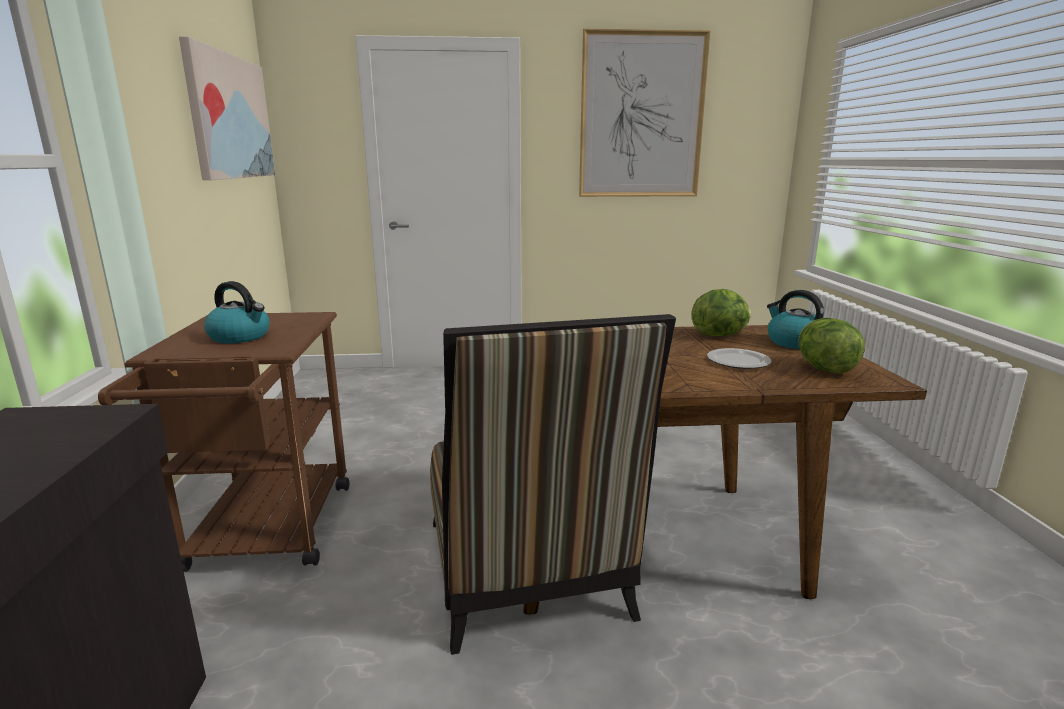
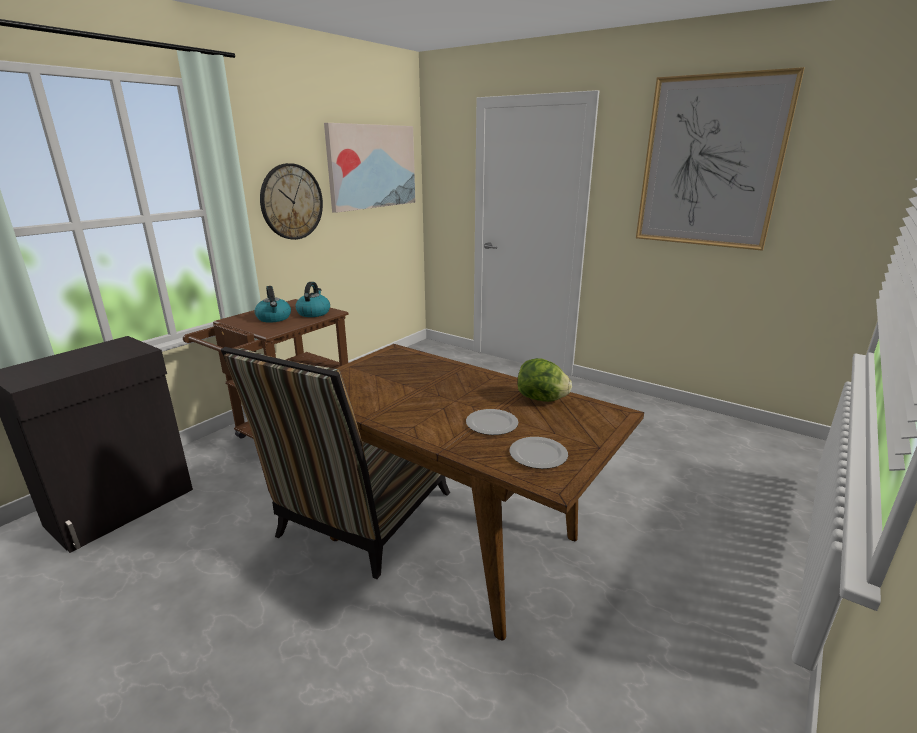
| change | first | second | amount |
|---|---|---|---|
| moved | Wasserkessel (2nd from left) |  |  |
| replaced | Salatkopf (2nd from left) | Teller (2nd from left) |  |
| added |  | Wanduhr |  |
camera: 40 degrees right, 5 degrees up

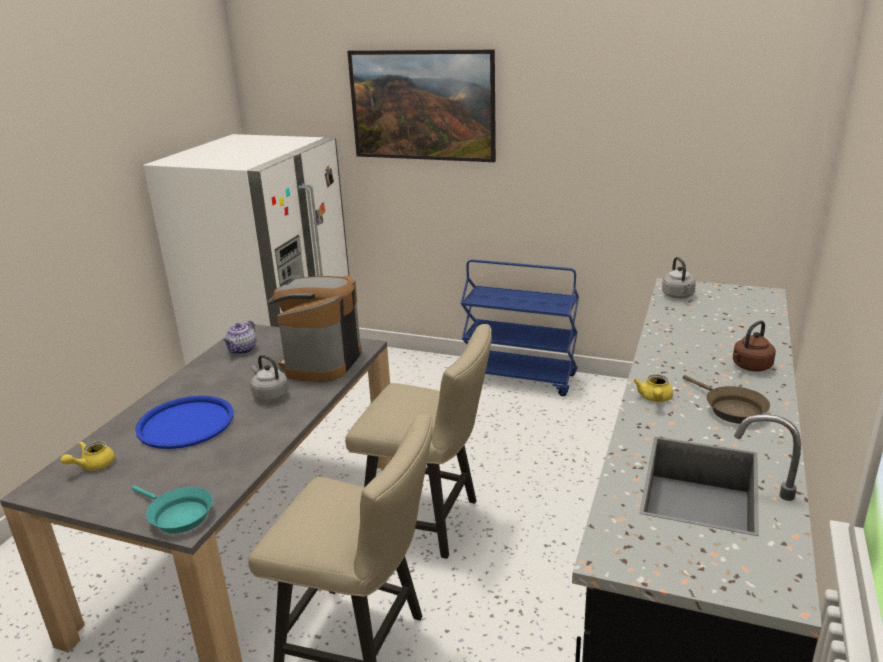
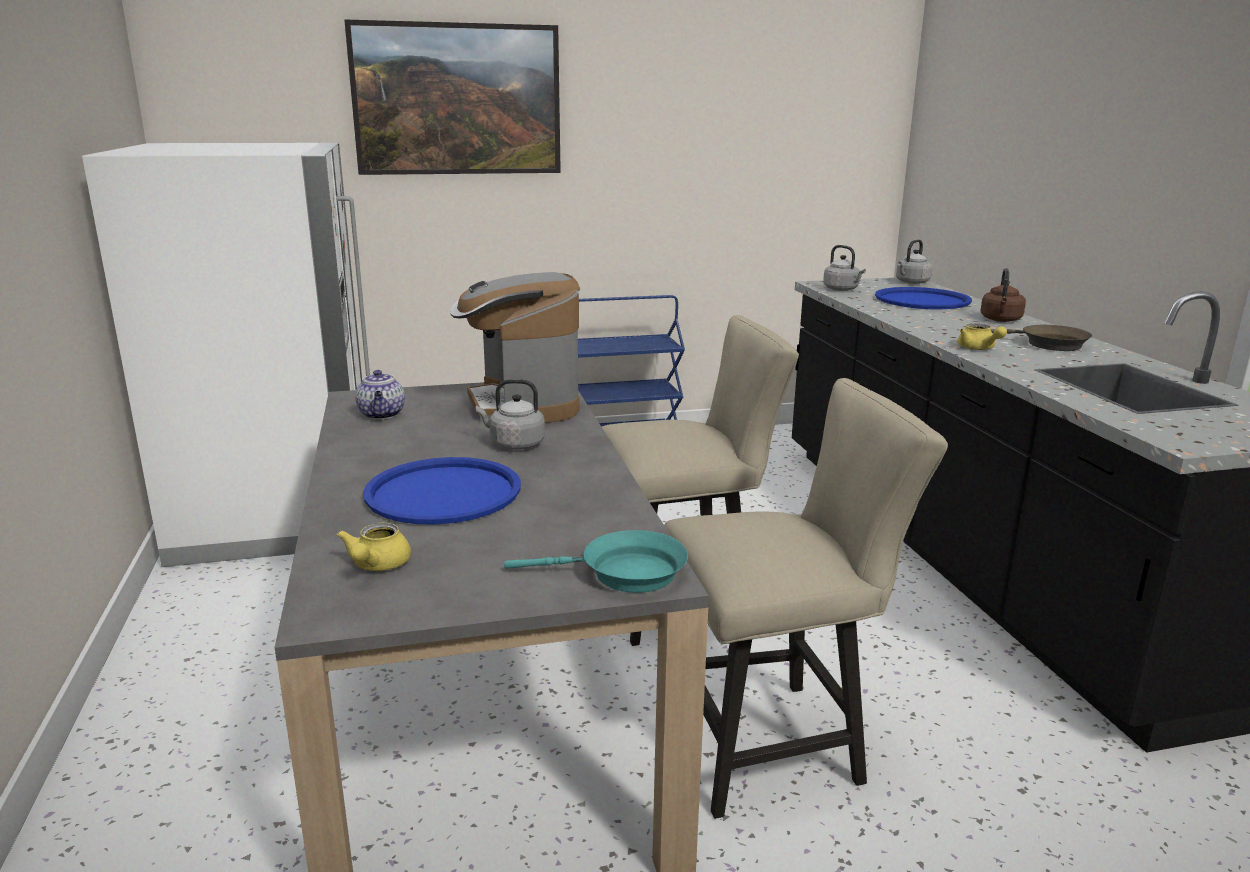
| change | first | second | amount |
|---|---|---|---|
| added |  | Wasserkessel/grau (3rd from left) |  |
| added |  | Tablett/blau (2nd from left) |  |
camera: 35 degrees left, 5 degrees down

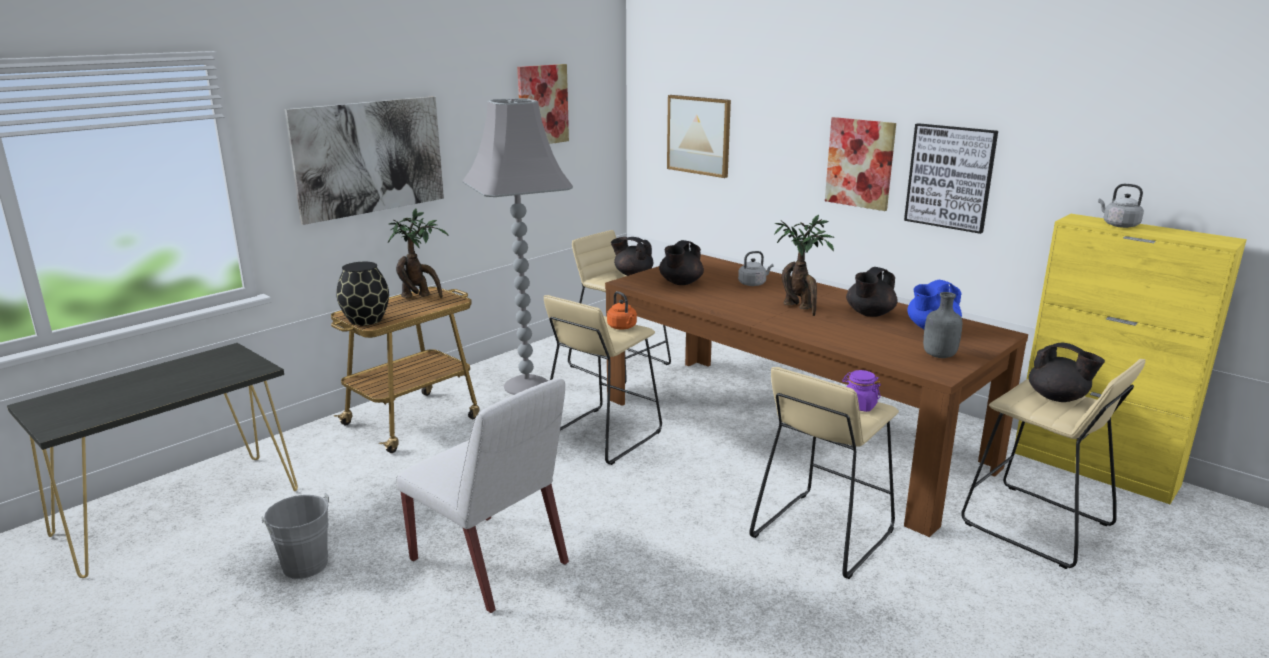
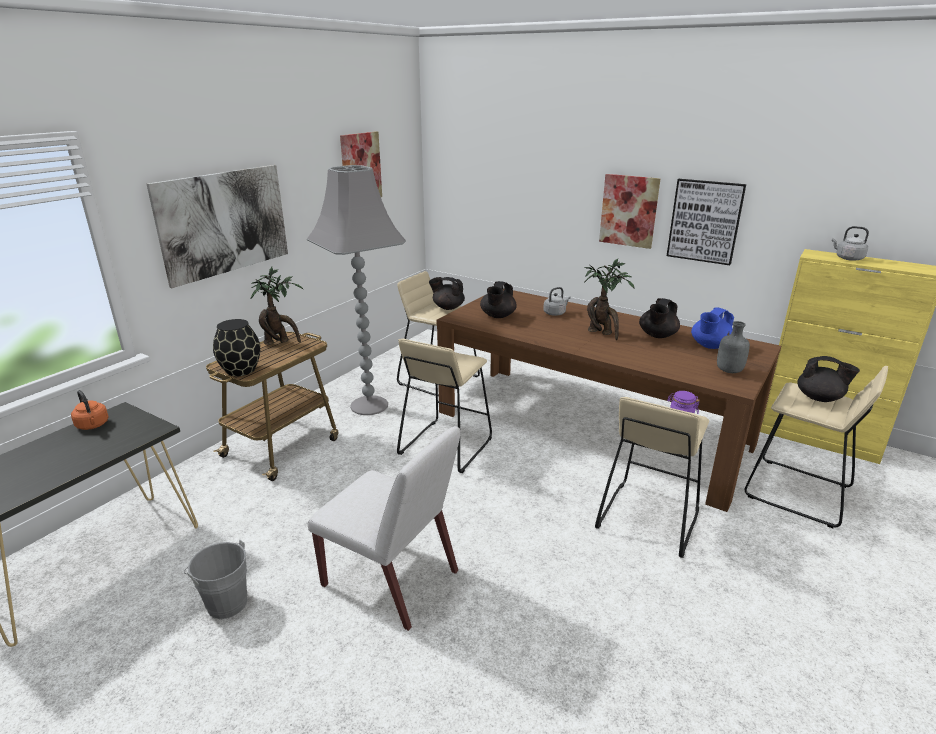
| change | first | second | amount |
|---|---|---|---|
| removed | Bild (3rd from left) |  |  |
| moved | Wasserkessel/orange |  |  |
camera: 10 degrees left, 5 degrees up

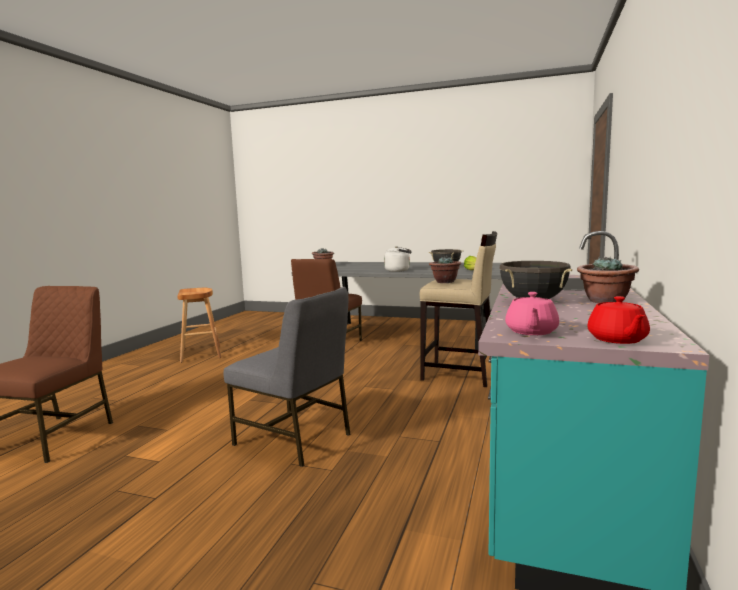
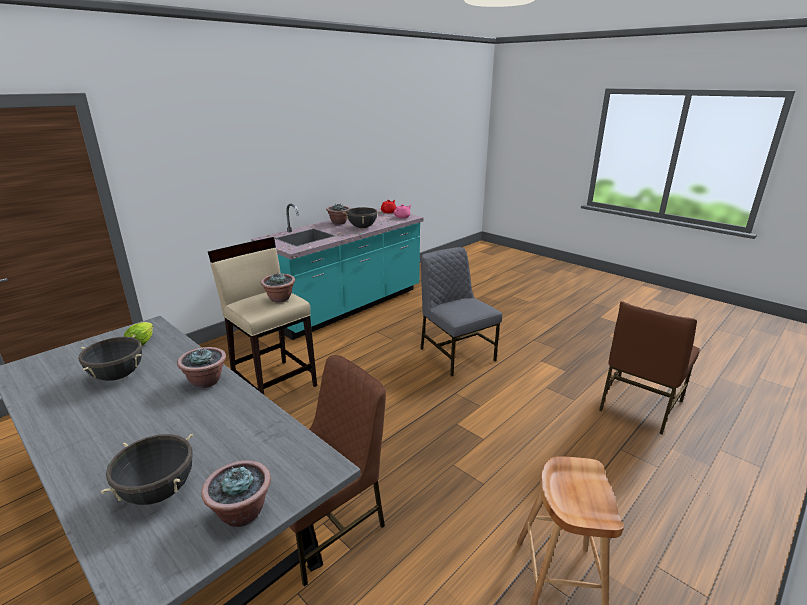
| change | first | second | amount |
|---|---|---|---|
| replaced | Wasserkessel/weiß | Topfpflanze (1st from left) |  |
| added |  | Kochtopf/schwarz (2nd from left) |  |
camera: 155 degrees left, 15 degrees up

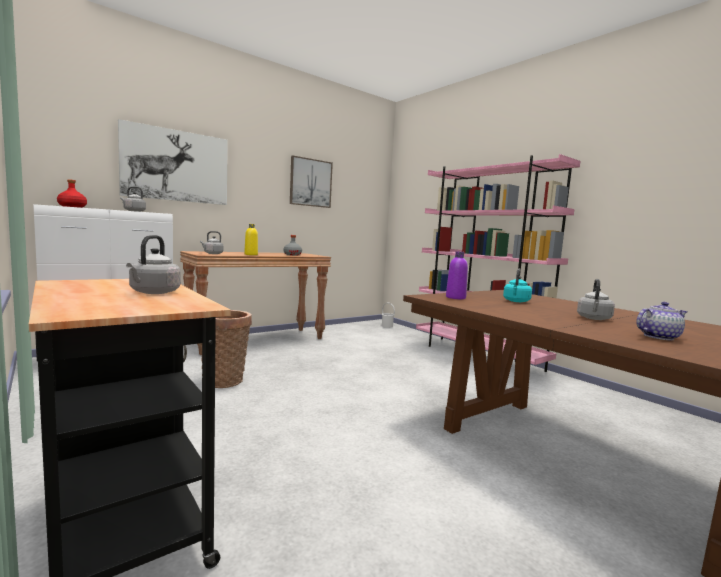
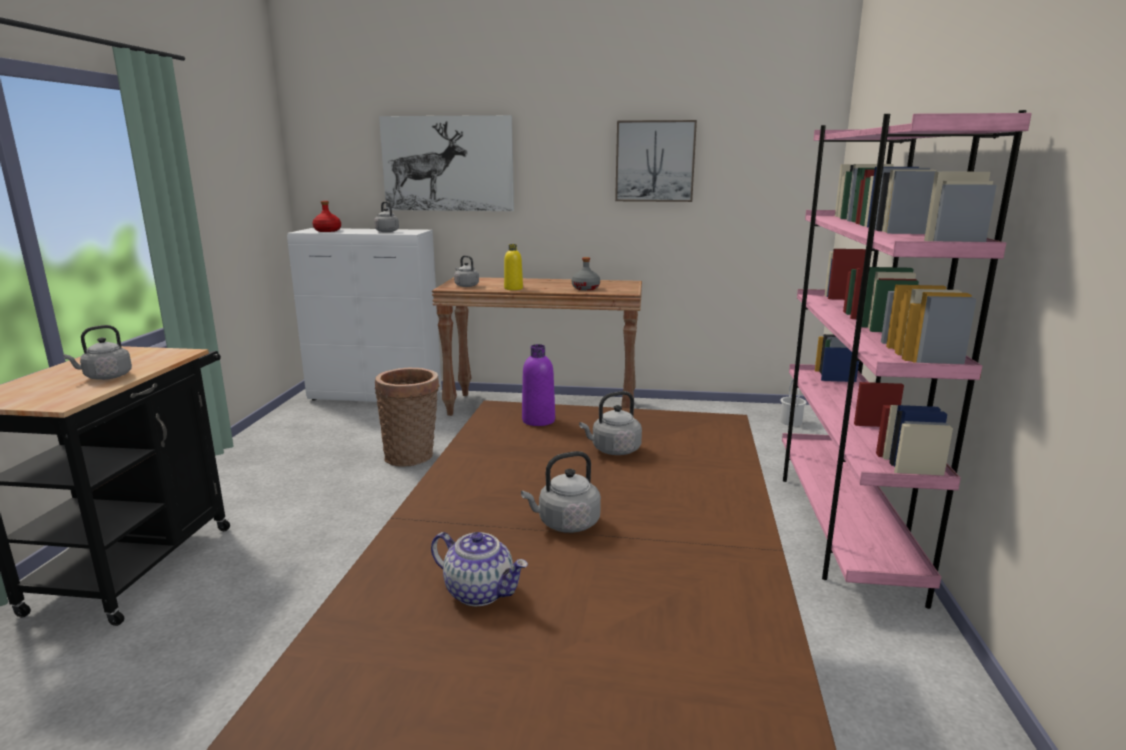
| change | first | second | amount |
|---|---|---|---|
| recoloured | Wasserkessel/türkis | Wasserkessel/grau (5th from left) |  |
camera: 45 degrees right, 10 degrees up

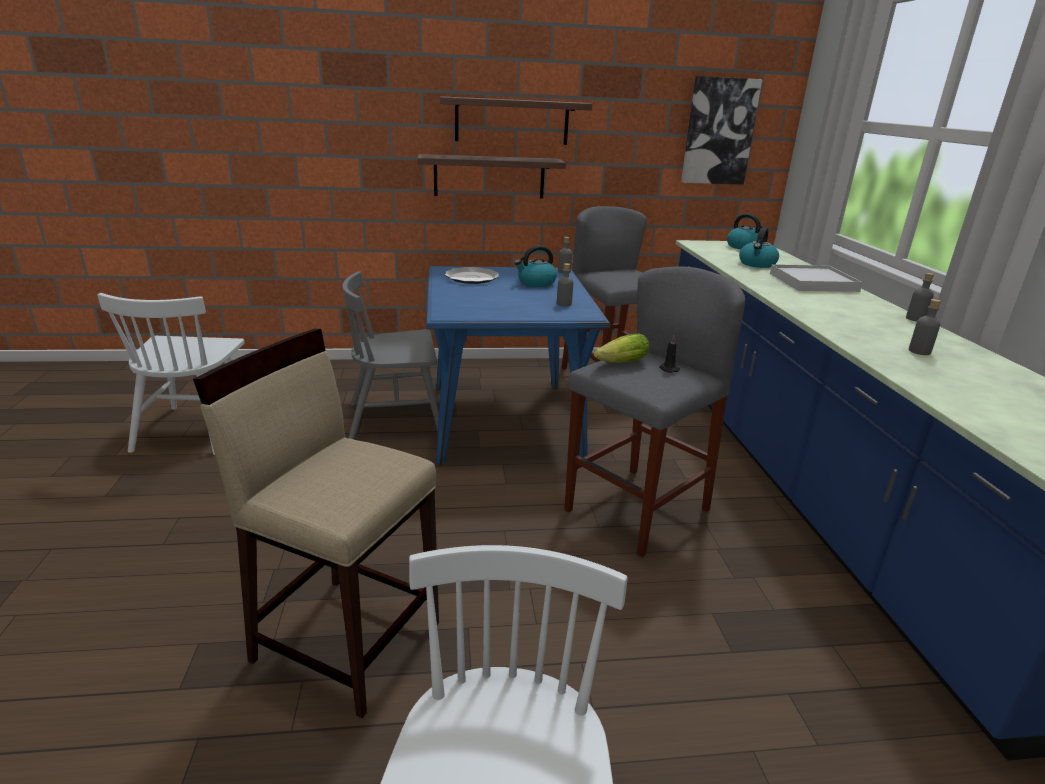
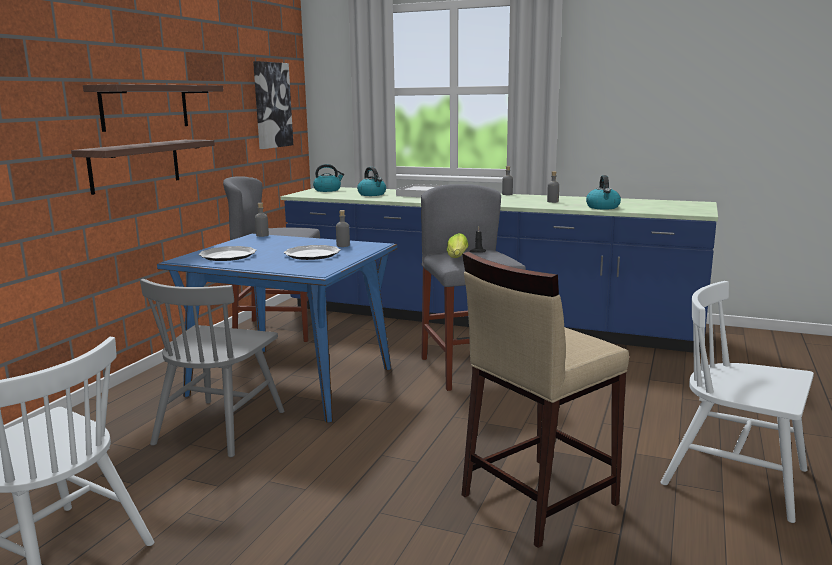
| change | first | second | amount |
|---|---|---|---|
| moved | Wasserkessel (1st from left in the first image) | Wasserkessel (3rd from left) |  |
| added |  | Teller (2nd from left) |  |
camera: 60 degrees left, 10 degrees down

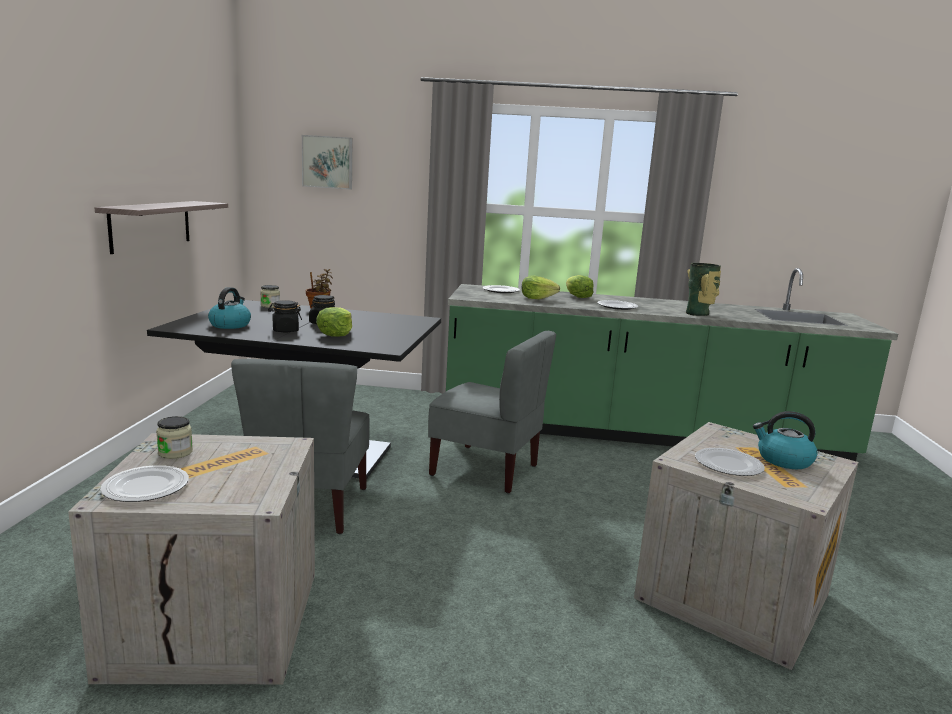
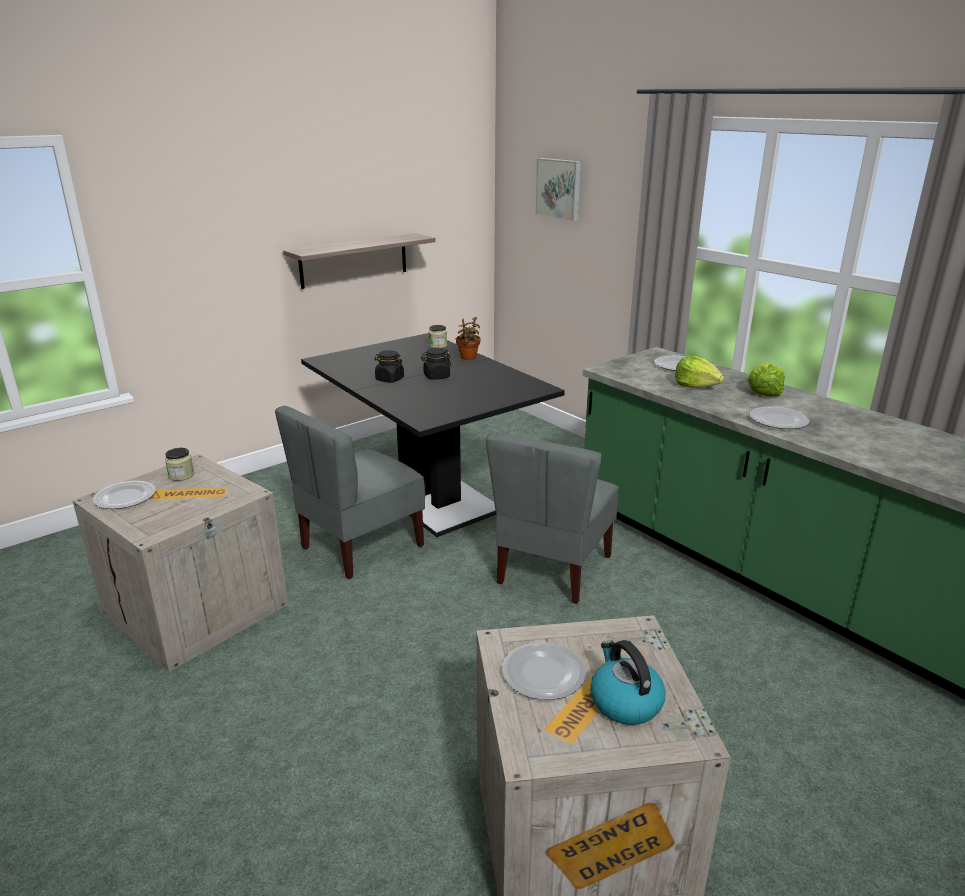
| change | first | second | amount |
|---|---|---|---|
| removed | Vase |  |  |
| removed | Wasserkessel (1st from left) |  |  |
| removed | Salatkopf (1st from left) |  |  |
| turned | Stuhl/grau (2nd from left) |  | 45 degrees clockwise |
camera: 45 degrees right, 10 degrees up

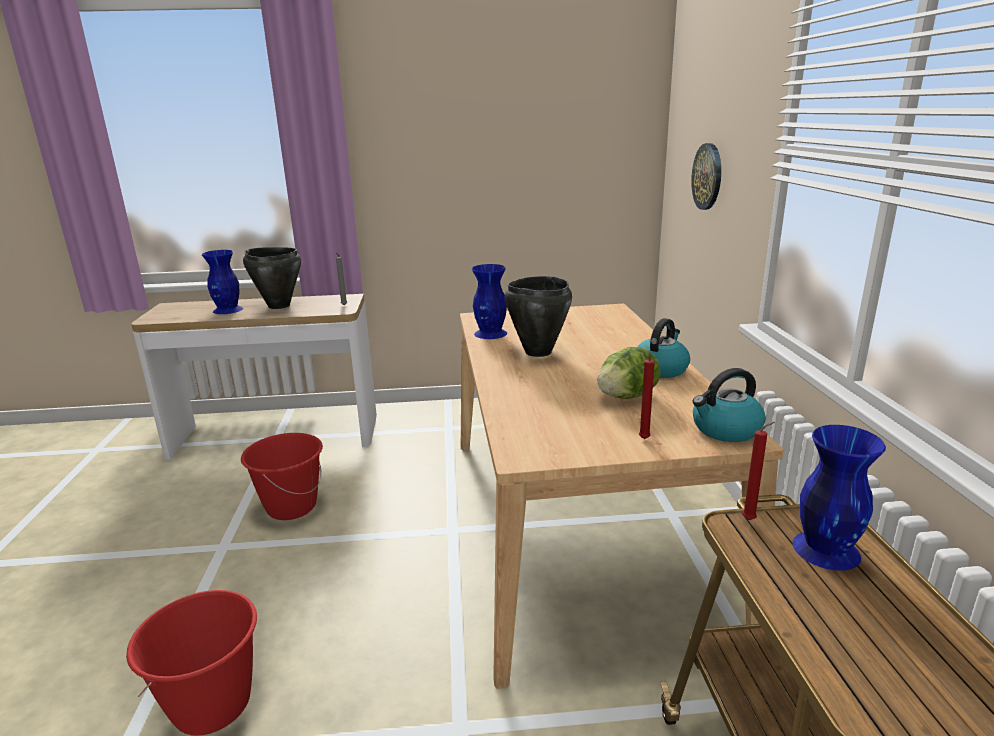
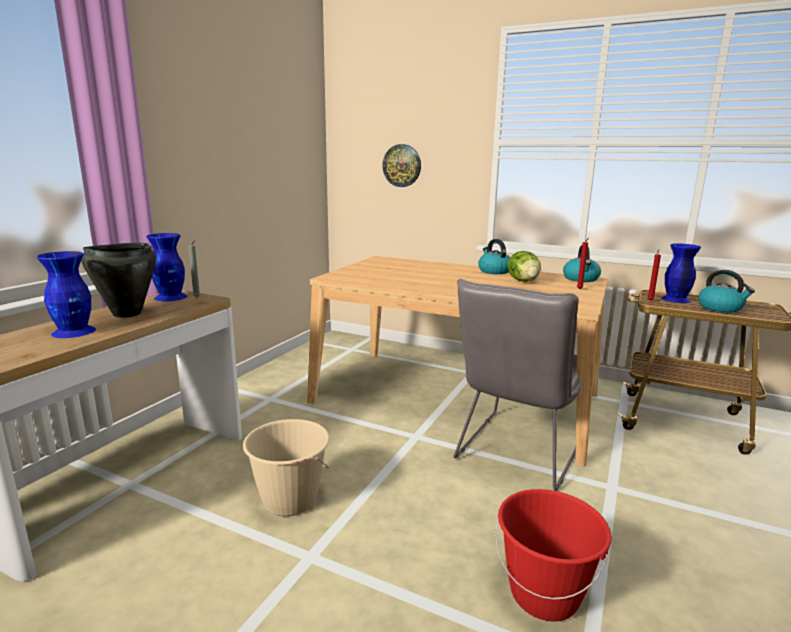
| change | first | second | amount |
|---|---|---|---|
| moved | Vase/blau (2nd from left) |  |  |
| removed | Kochtopf/schwarz (2nd from left) |  |  |
| recoloured | Eimer/rot (2nd from left) | Eimer/beige |  |
| added |  | Wasserkessel (3rd from left) |  |
| added |  | Stuhl/grau |  |
camera: 60 degrees left, 5 degrees down

